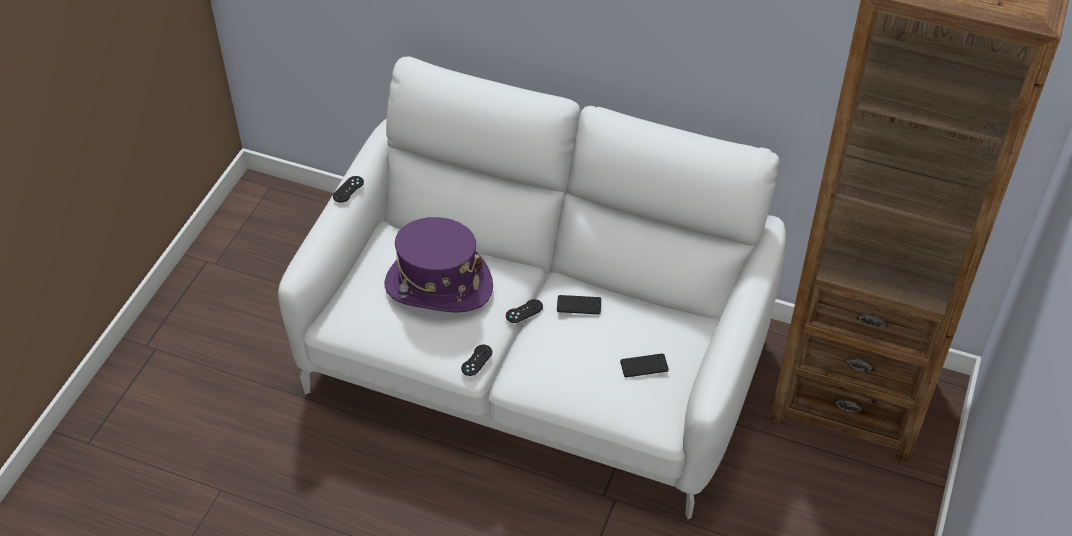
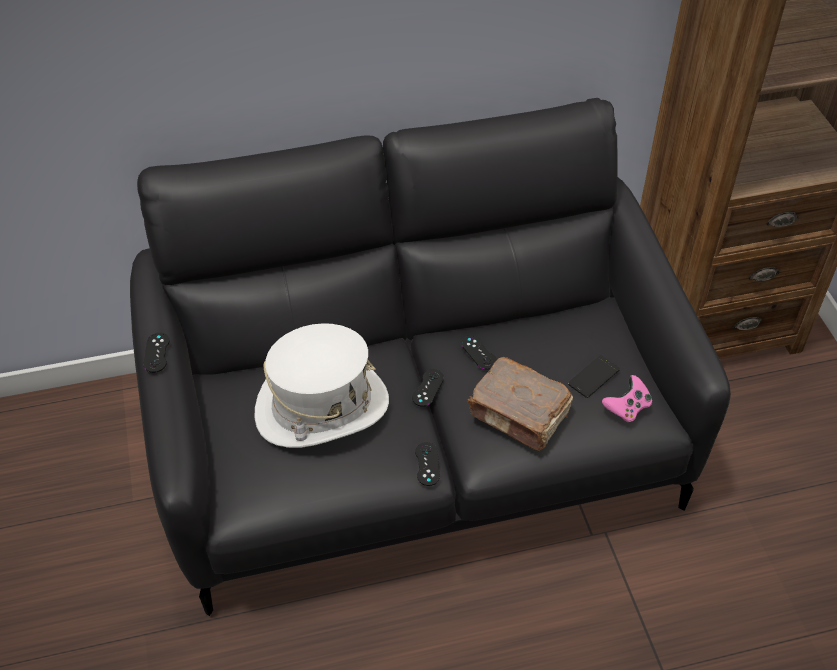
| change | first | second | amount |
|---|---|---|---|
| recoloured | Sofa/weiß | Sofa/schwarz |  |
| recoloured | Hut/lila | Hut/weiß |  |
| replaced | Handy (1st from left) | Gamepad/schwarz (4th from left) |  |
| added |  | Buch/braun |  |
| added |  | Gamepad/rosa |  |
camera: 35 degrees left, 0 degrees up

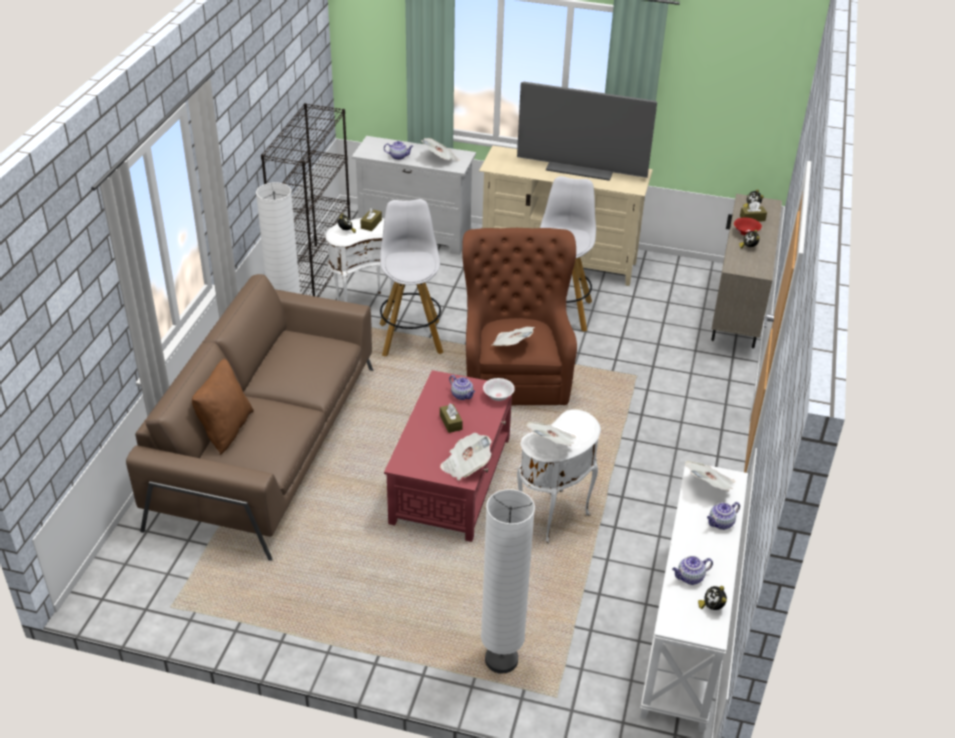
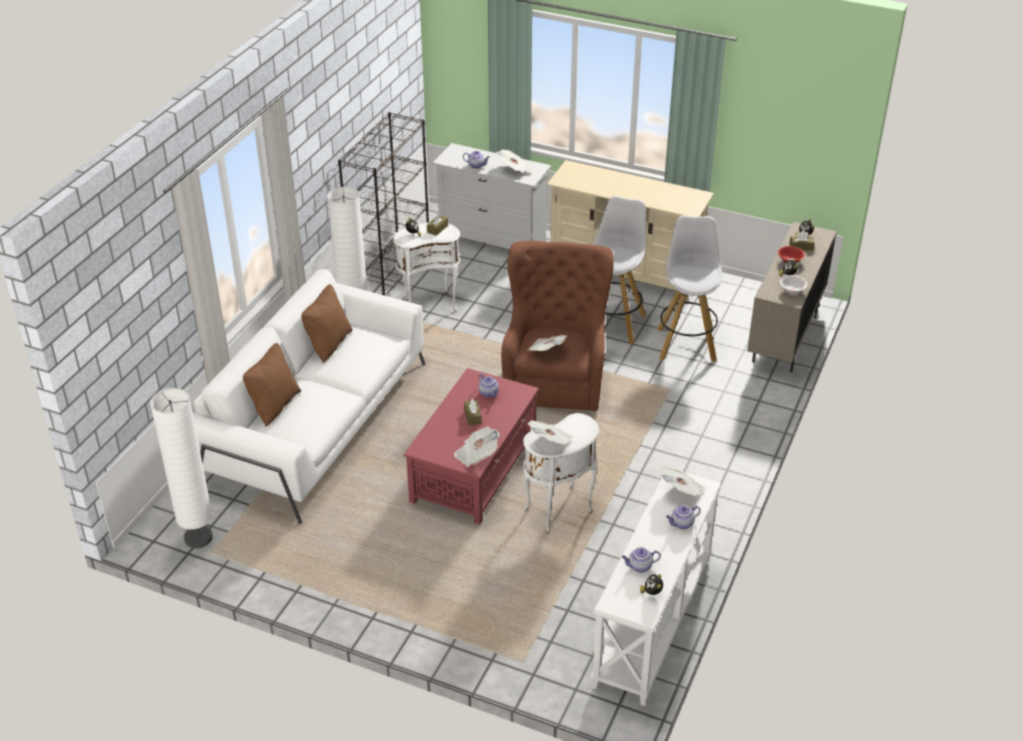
| change | first | second | amount |
|---|---|---|---|
| removed | Fernseher |  |  |
| moved | Hocker/weiß (1st from left in the first image) | Hocker/weiß (2nd from left) |  |
| recoloured | Sofa/braun | Sofa/weiß |  |
| moved | Schüssel/weiß |  |  |
| moved | Stehlampe/weiß (2nd from left in the first image) | Stehlampe/weiß (1st from left) |  |
| added |  | Kissen/braun (2nd from left) |  |
camera: 10 degrees right, 0 degrees up

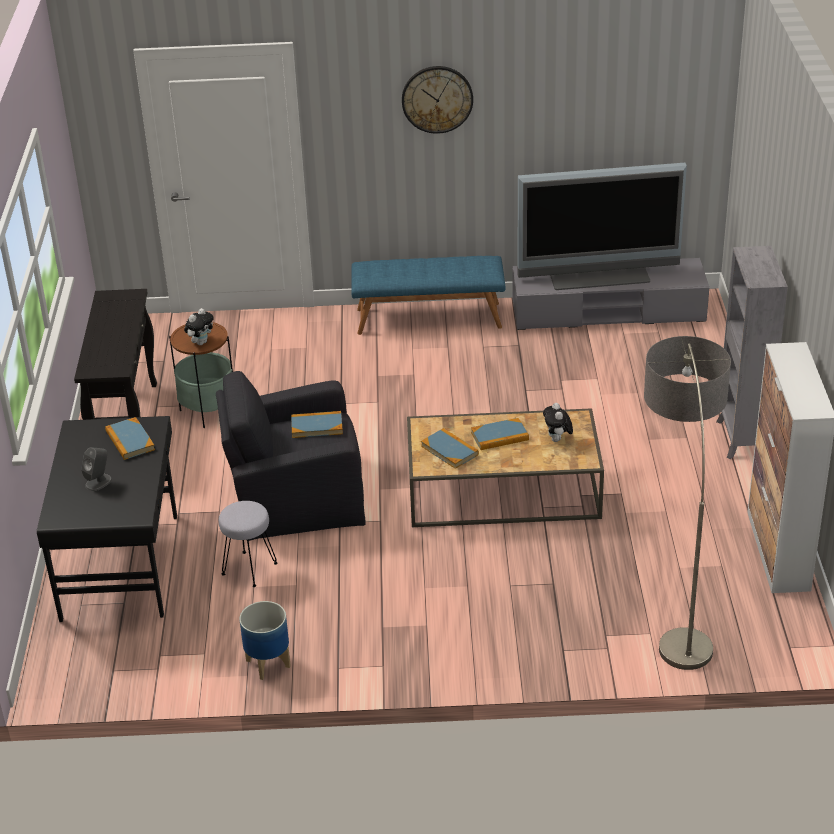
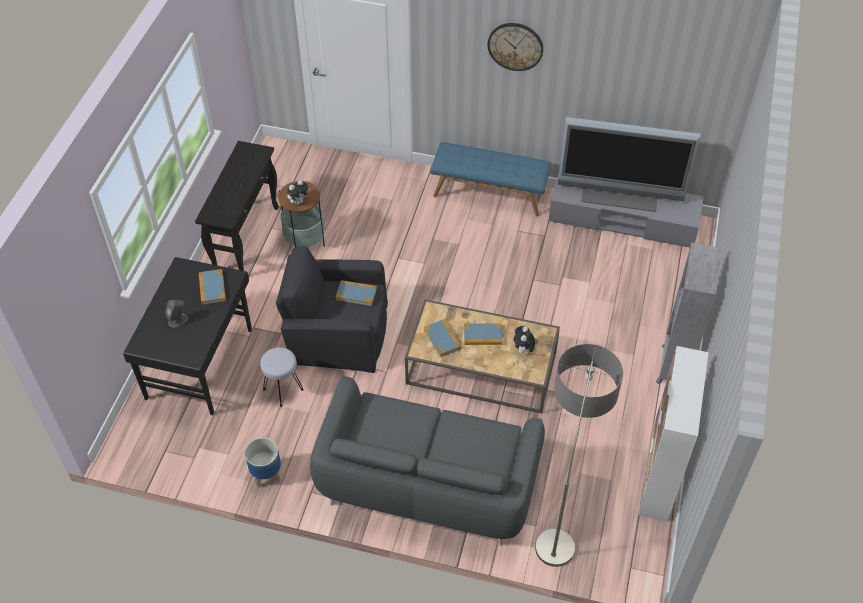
| change | first | second | amount |
|---|---|---|---|
| added |  | Sofa/grau |  |
camera: 15 degrees right, 15 degrees up

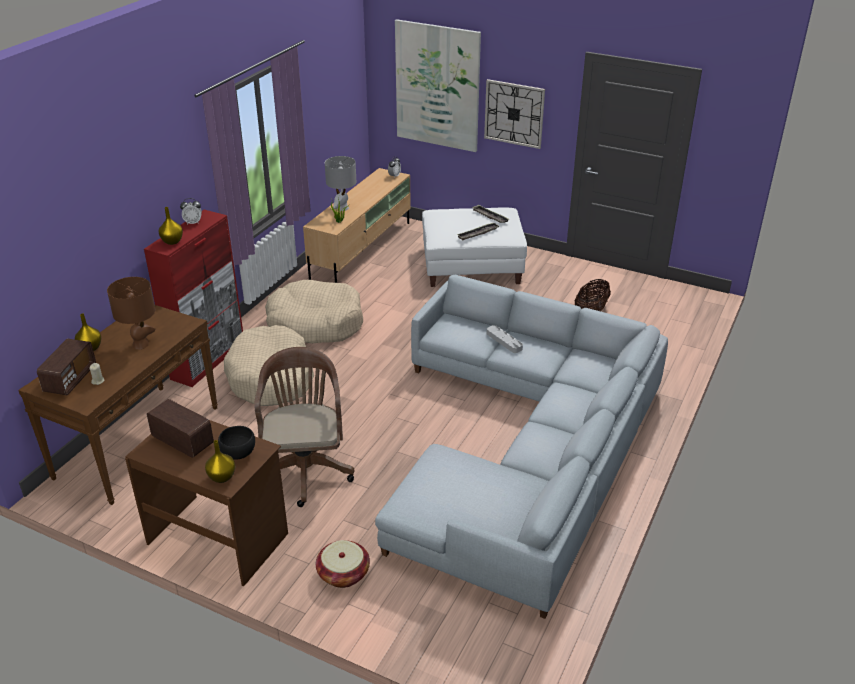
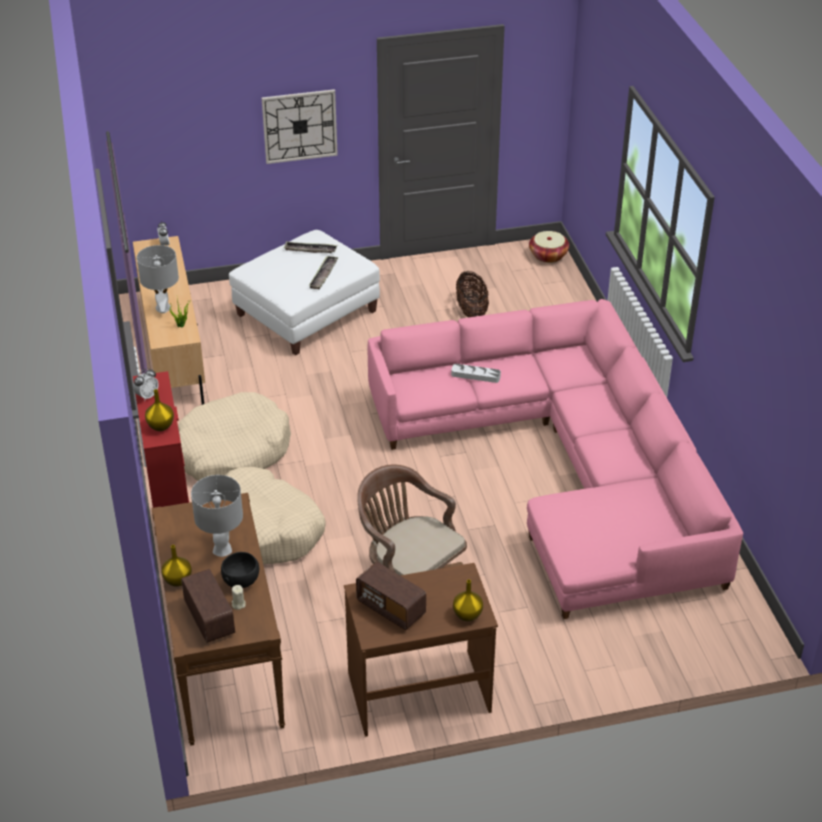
| change | first | second | amount |
|---|---|---|---|
| removed | Bild |  |  |
| recoloured | Sofa/grau | Sofa/rosa |  |
| recoloured | Tischlampe/braun | Tischlampe/grau (2nd from left) |  |
| turned | Radio (2nd from left) |  | 135 degrees counterclockwise |
| moved | Schüssel/schwarz |  |  |
| moved | Korb (1st from left in the first image) | Korb (2nd from left) |  |
camera: 40 degrees left, 5 degrees up

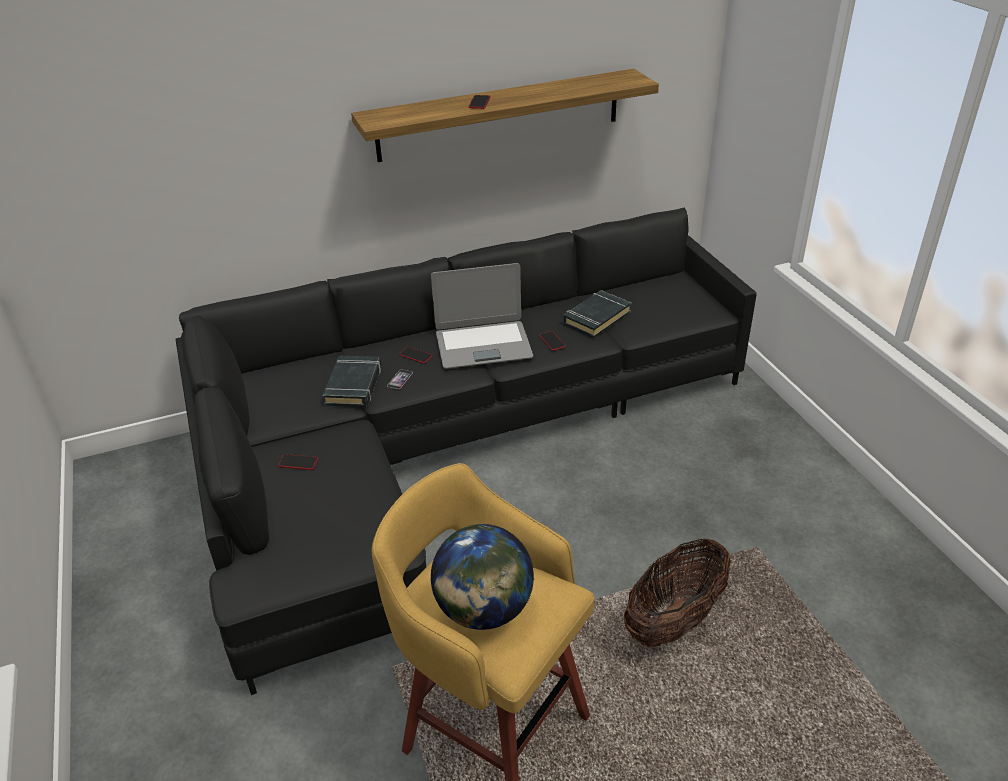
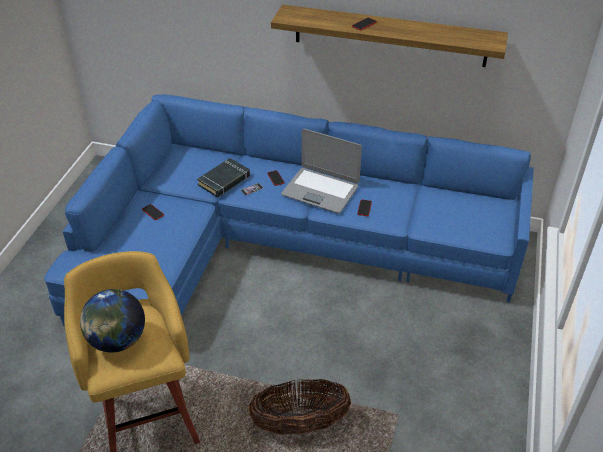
| change | first | second | amount |
|---|---|---|---|
| recoloured | Sofa/schwarz | Sofa/blau |  |
| removed | Buch/schwarz (2nd from left) |  |  |
camera: 35 degrees right, 5 degrees up

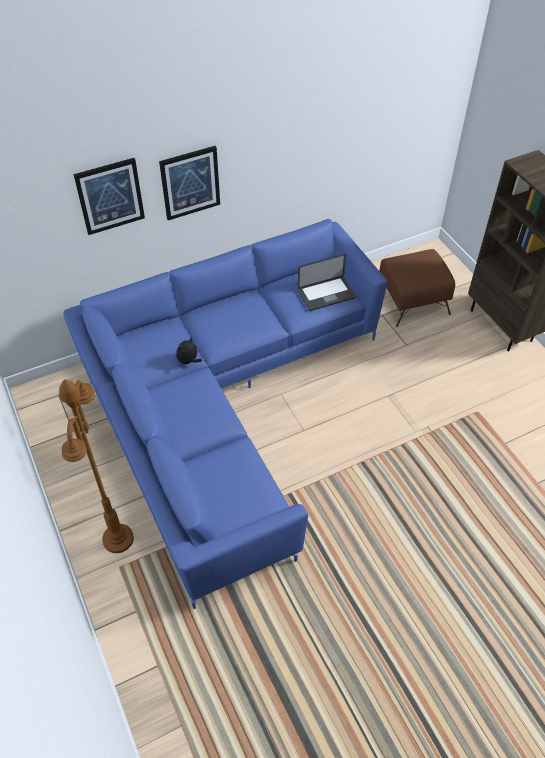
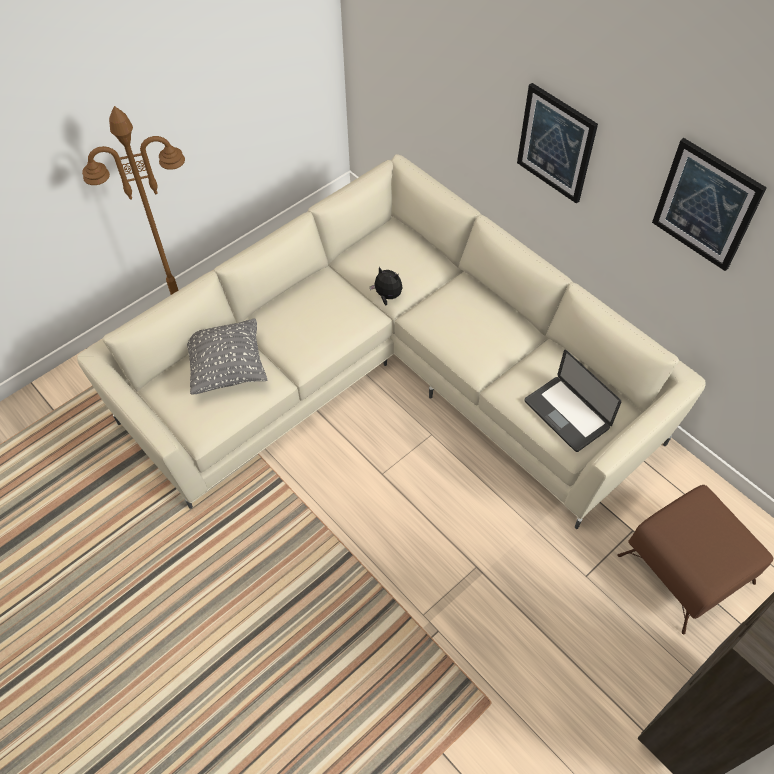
| change | first | second | amount |
|---|---|---|---|
| moved | Bild (1st from left in the first image) | Bild (2nd from left) |  |
| recoloured | Sofa/blau | Sofa/beige |  |
| added |  | Kissen/grau |  |
camera: 75 degrees right, 5 degrees up

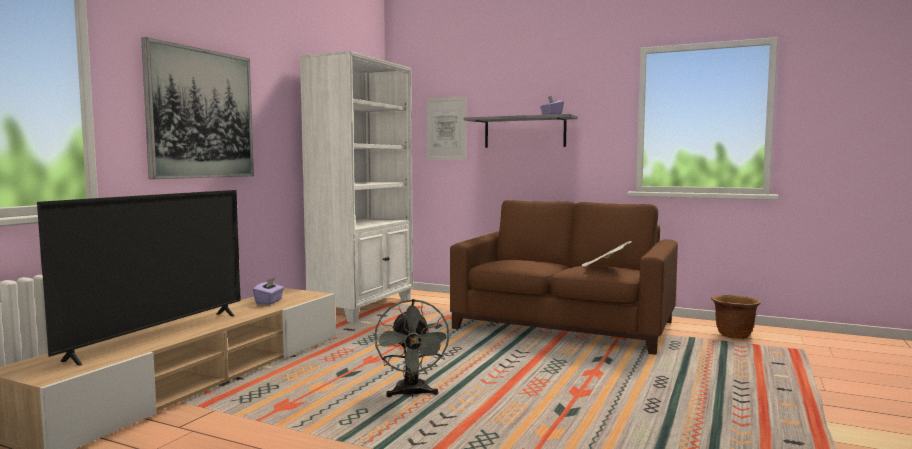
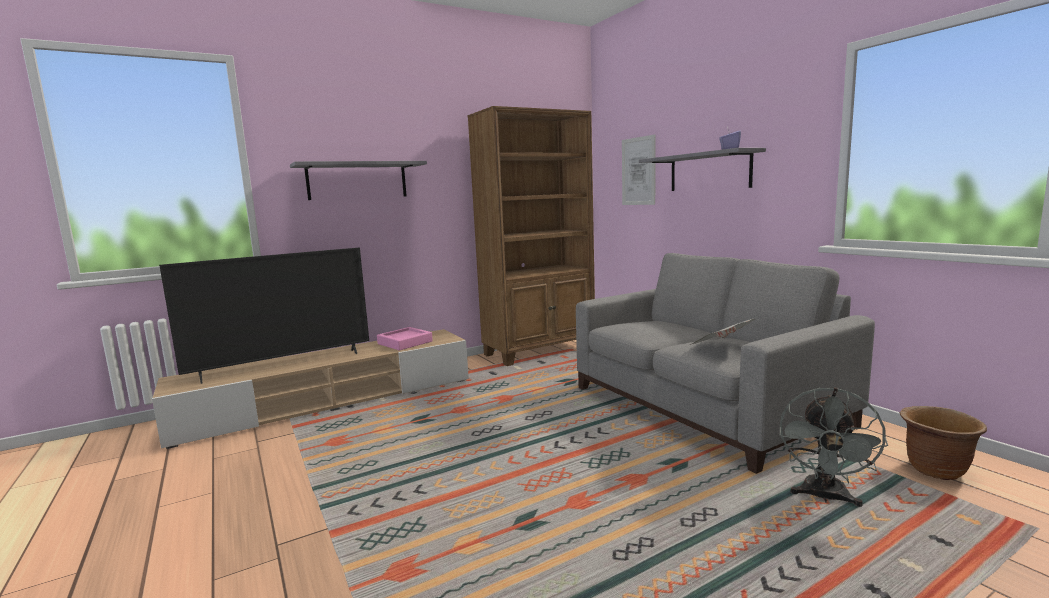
| change | first | second | amount |
|---|---|---|---|
| replaced | Bild (1st from left) | Wandregal/grau (1st from left) |  |
| recoloured | Bücherregal/weiß | Bücherregal/braun |  |
| recoloured | Sofa/braun | Sofa/grau |  |
| replaced | Taschentuchbox/lila (1st from left) | Tablett/rosa |  |
| moved | Ventilator/grau |  |  |
camera: 35 degrees right, 5 degrees up

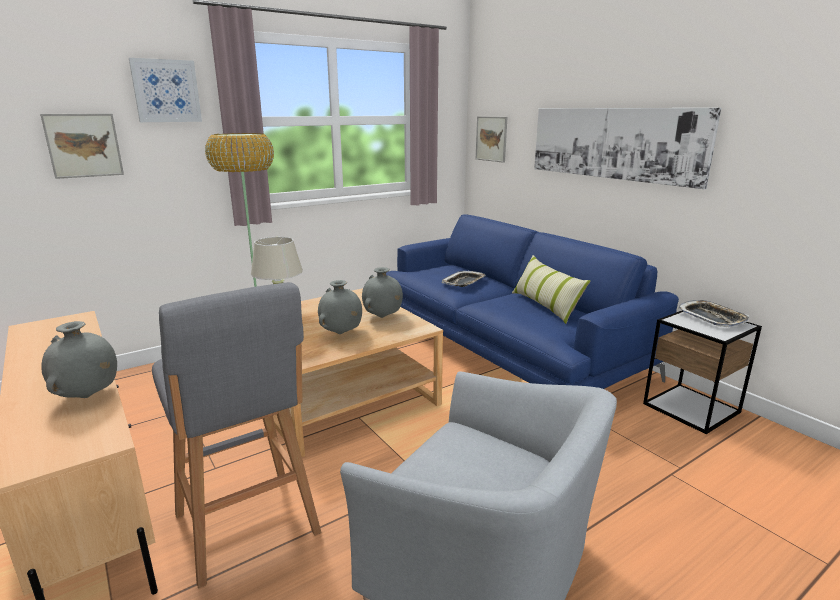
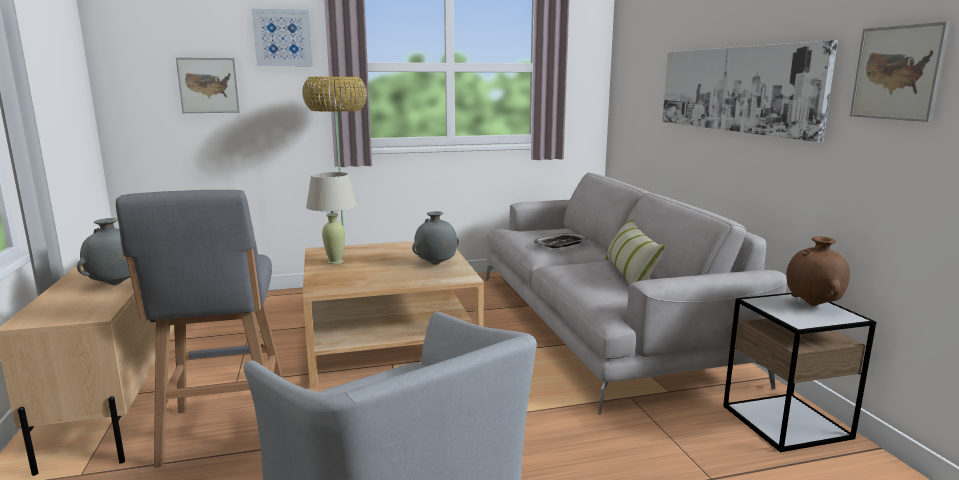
| change | first | second | amount |
|---|---|---|---|
| moved | Bild (3rd from left in the first image) | Bild (4th from left) |  |
| recoloured | Sofa/blau | Sofa/grau |  |
| removed | Vase/grau (2nd from left) |  |  |
| replaced | Tablett (2nd from left) | Vase/braun |  |
camera: 20 degrees right, 5 degrees down

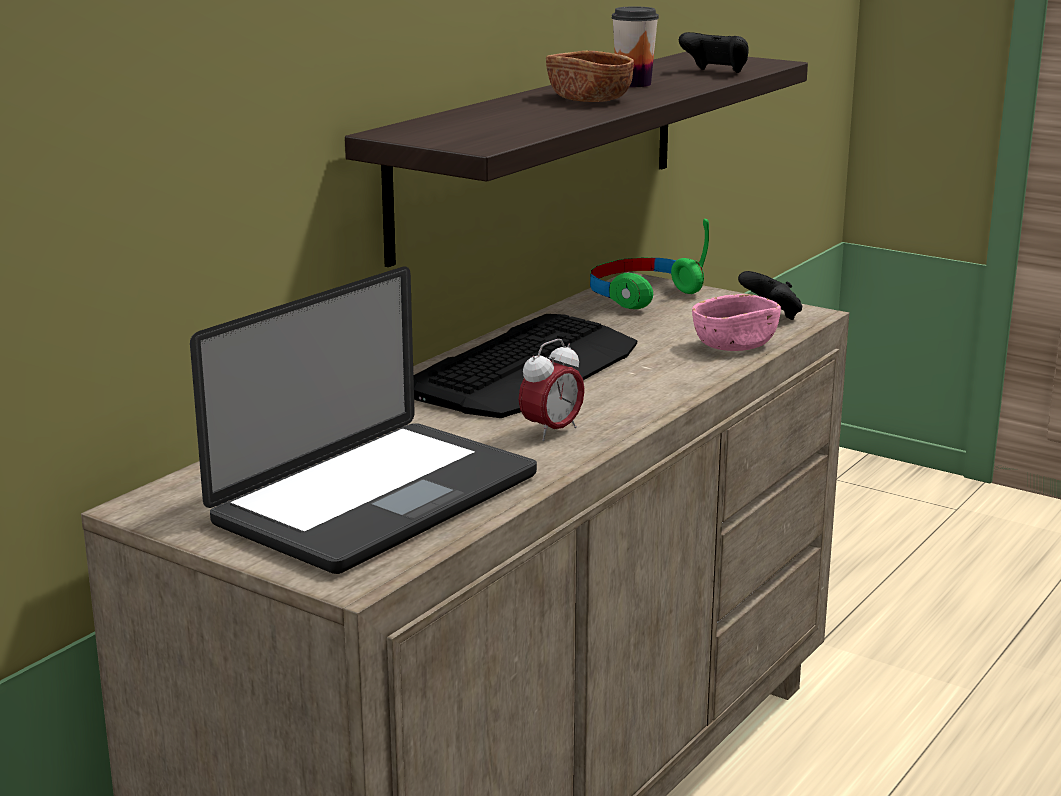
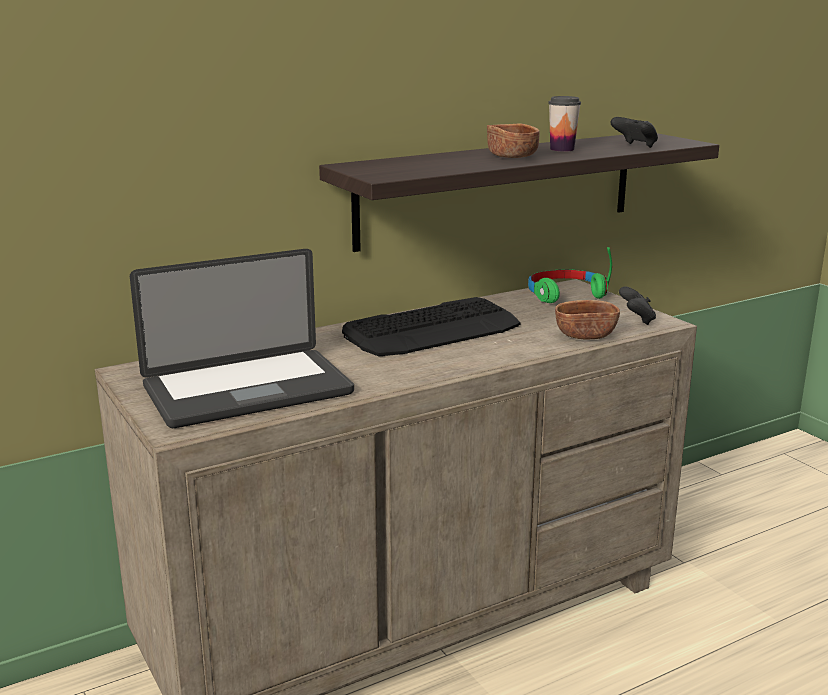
| change | first | second | amount |
|---|---|---|---|
| recoloured | Schüssel/rosa | Schüssel/braun (2nd from left) |  |
| removed | Wecker |  |  |
camera: 25 degrees right, 0 degrees up

